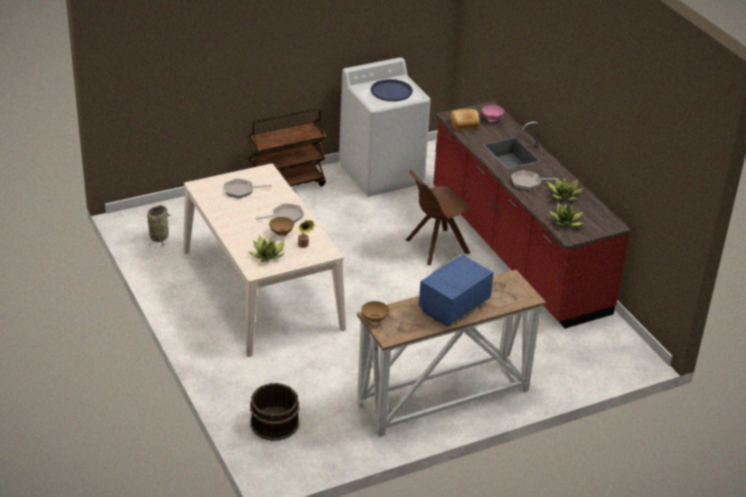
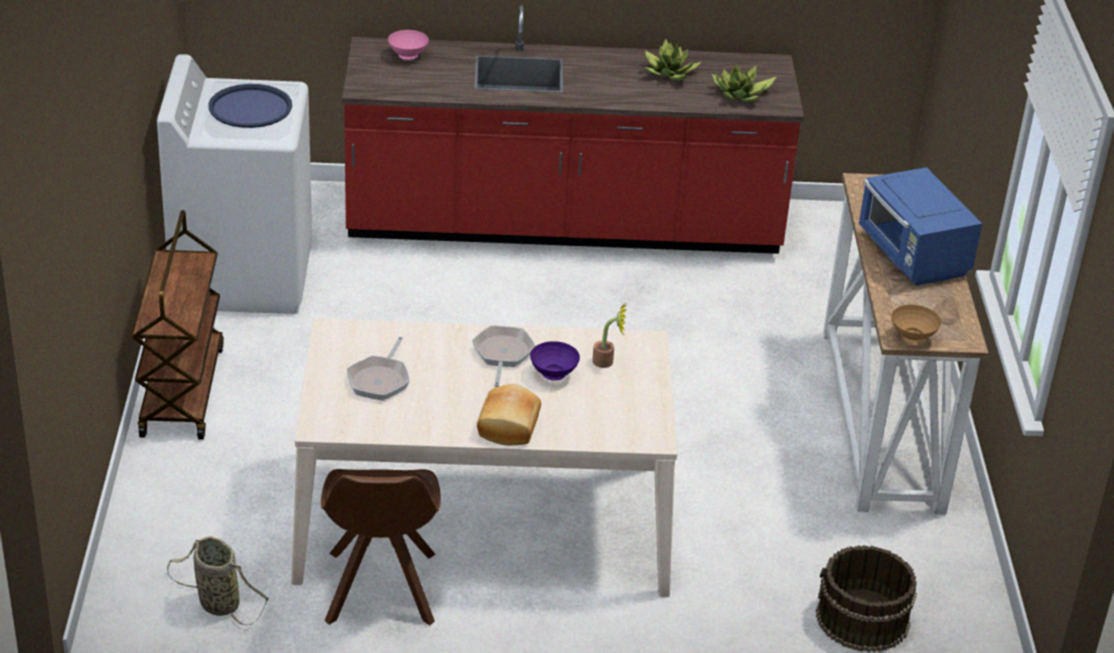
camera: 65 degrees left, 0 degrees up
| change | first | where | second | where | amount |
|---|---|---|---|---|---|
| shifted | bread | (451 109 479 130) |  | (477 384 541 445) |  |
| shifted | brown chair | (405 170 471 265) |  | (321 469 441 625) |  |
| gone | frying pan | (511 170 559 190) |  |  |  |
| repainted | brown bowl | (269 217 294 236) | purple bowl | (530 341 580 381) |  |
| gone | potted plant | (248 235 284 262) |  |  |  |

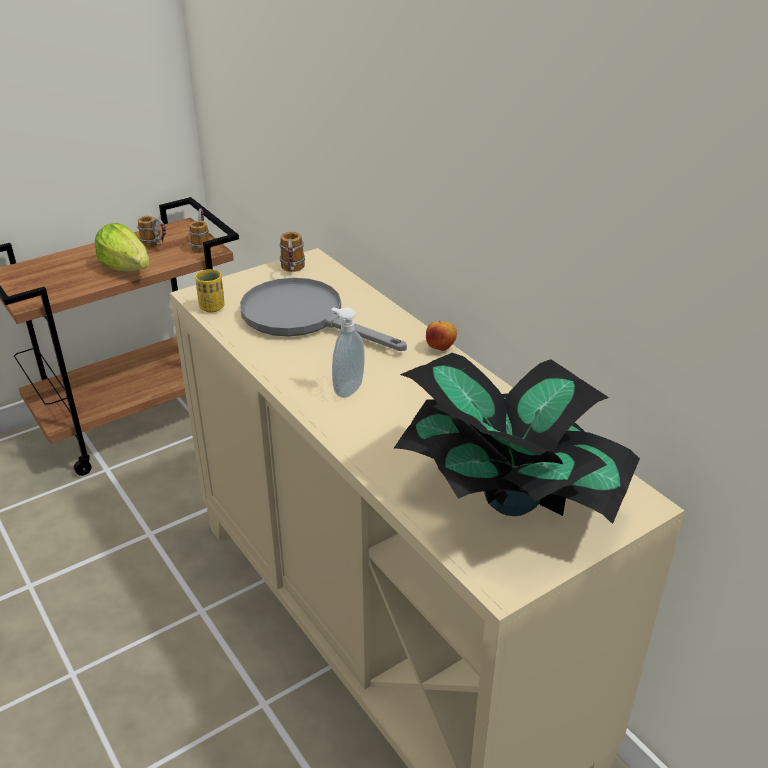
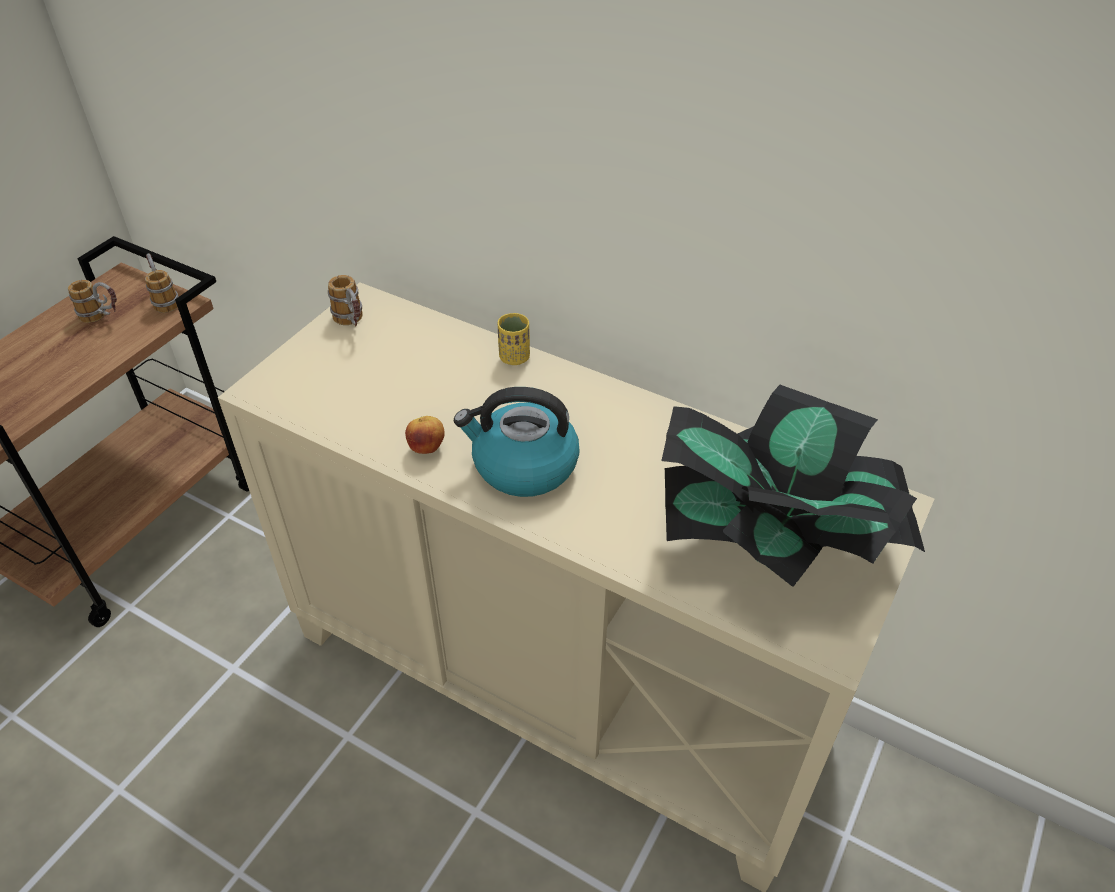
camera: 25 degrees left, 10 degrees up
| change | first | where | second | where | amount |
|---|---|---|---|---|---|
| gone | lettuce | (95 223 150 272) |  |  |  |
| shifted | yellow cup | (195 269 225 313) |  | (498 313 530 365) |  |
| gone | grey frying pan | (240 278 407 351) |  |  |  |
| swapped | soap dispenser | (331 307 365 398) | kettle | (454 387 580 497) |  |
| shifted | apple | (426 321 457 351) |  | (405 416 445 454) |  |

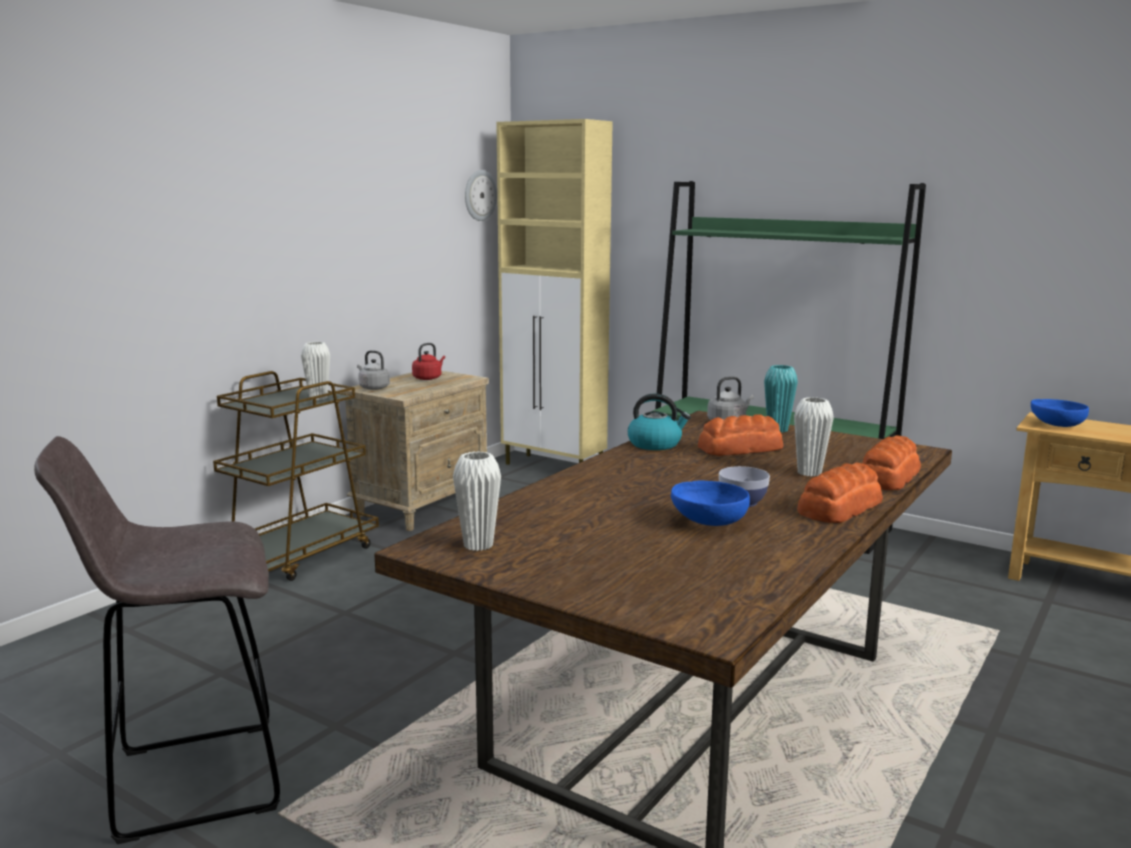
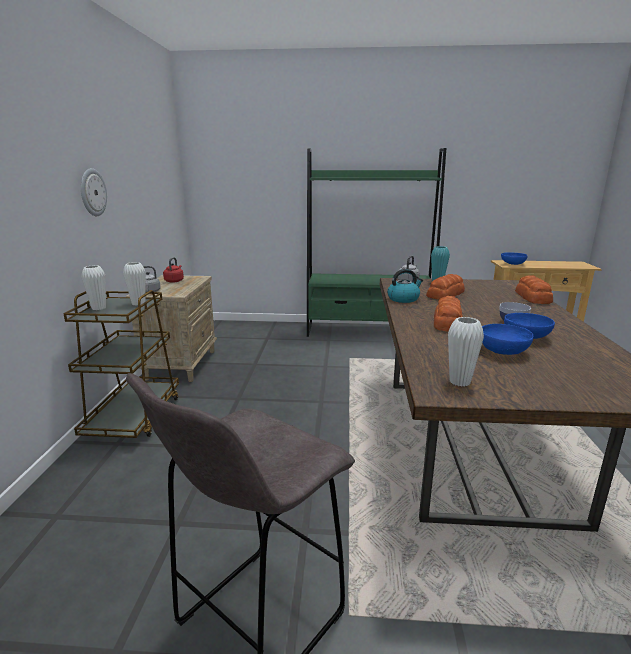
camera: 30 degrees left, 5 degrees up
| change | first | where | second | where | amount |
|---|---|---|---|---|---|
| gone | beige cabinet | (496 119 613 465) |  |  |  |
| shifted | wall clock | (465 170 497 221) |  | (81 168 107 216) |  |
| shifted | white vase | (794 397 834 477) |  | (81 265 106 310) |  |
| shifted | bread | (797 462 883 523) |  | (434 296 463 331) |  |
| new |  |  | blue bowl | (482 324 533 355) |  |

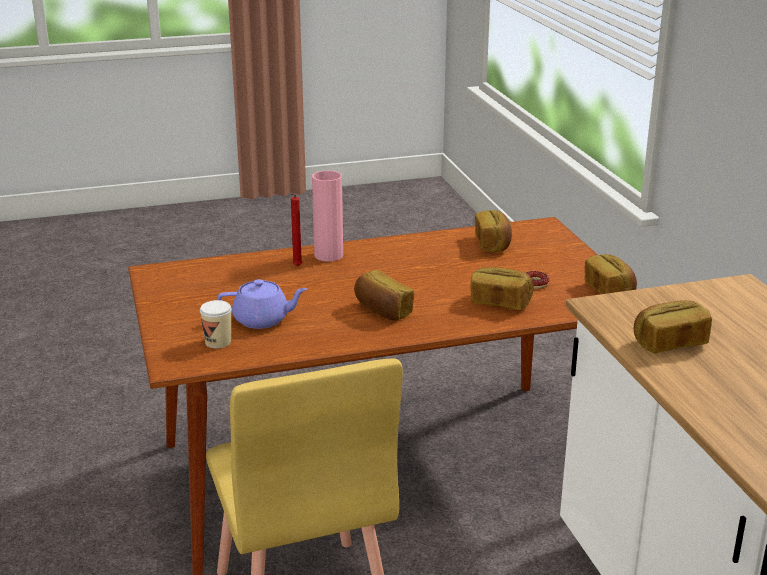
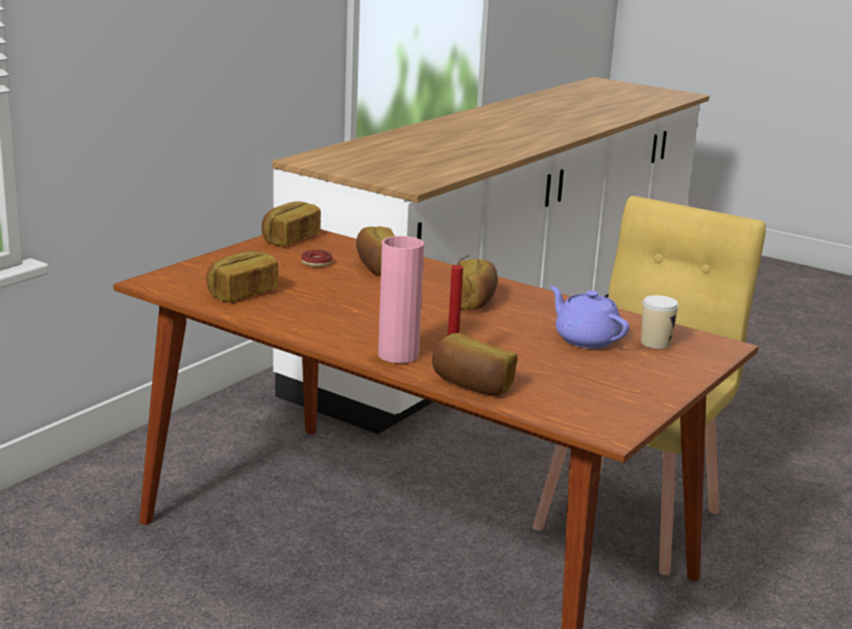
camera: 130 degrees left, 5 degrees down
| change | first | where | second | where | amount |
|---|---|---|---|---|---|
| shifted | bread | (634 300 712 354) |  | (432 333 517 396) |  |

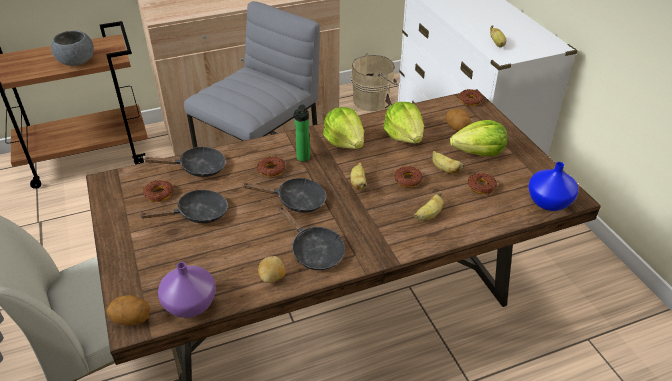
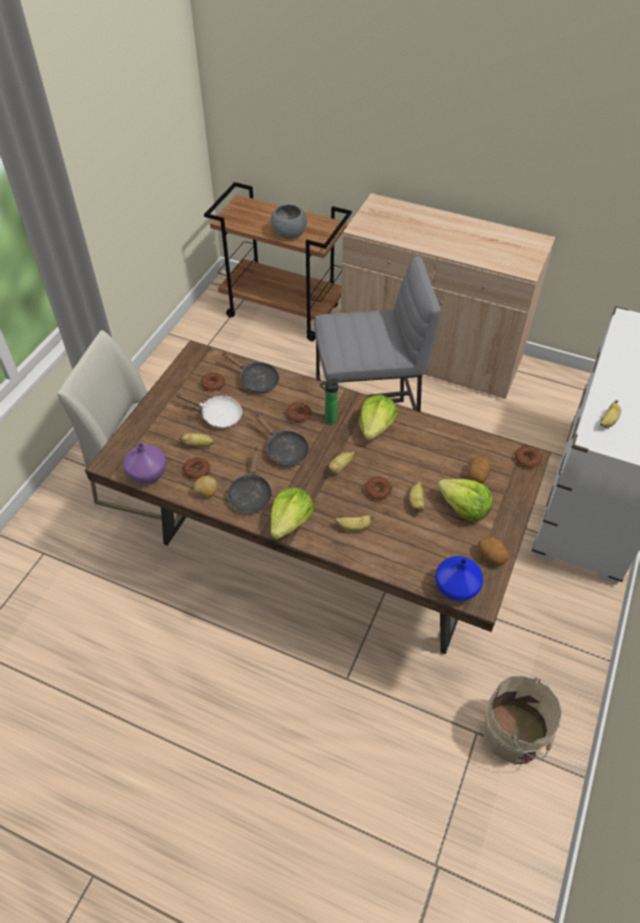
camera: 45 degrees right, 10 degrees up
| change | first | where | second | where | amount |
|---|---|---|---|---|---|
| shifted | beige bucket | (351 53 398 111) |  | (483 676 562 764) |  |
| shifted | lettuce | (383 102 424 143) |  | (271 487 314 539) |  |
| shifted | donut | (467 173 497 194) |  | (183 457 210 479) |  |
| repainted | black frying pan | (139 190 228 223) | white frying pan | (175 393 242 429) |  |
| shifted | potato | (107 295 150 325) |  | (478 537 509 566) |  |
| new |  |  | banana | (179 433 214 447) |  |

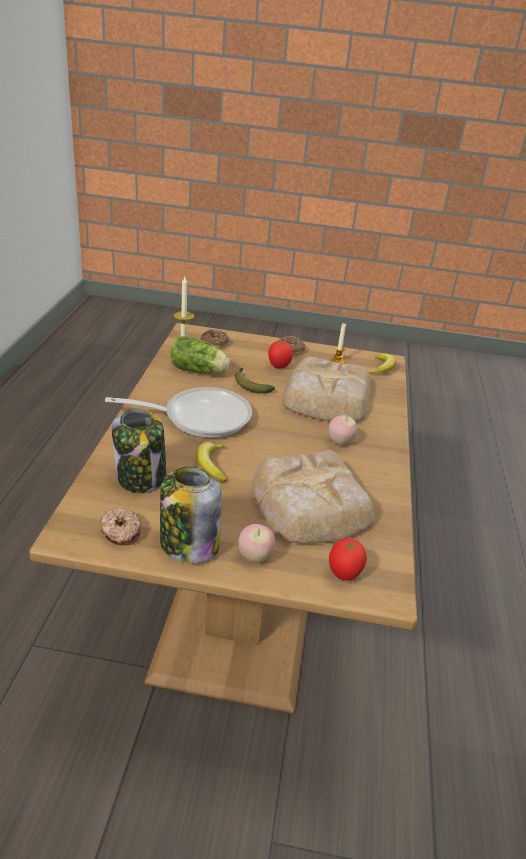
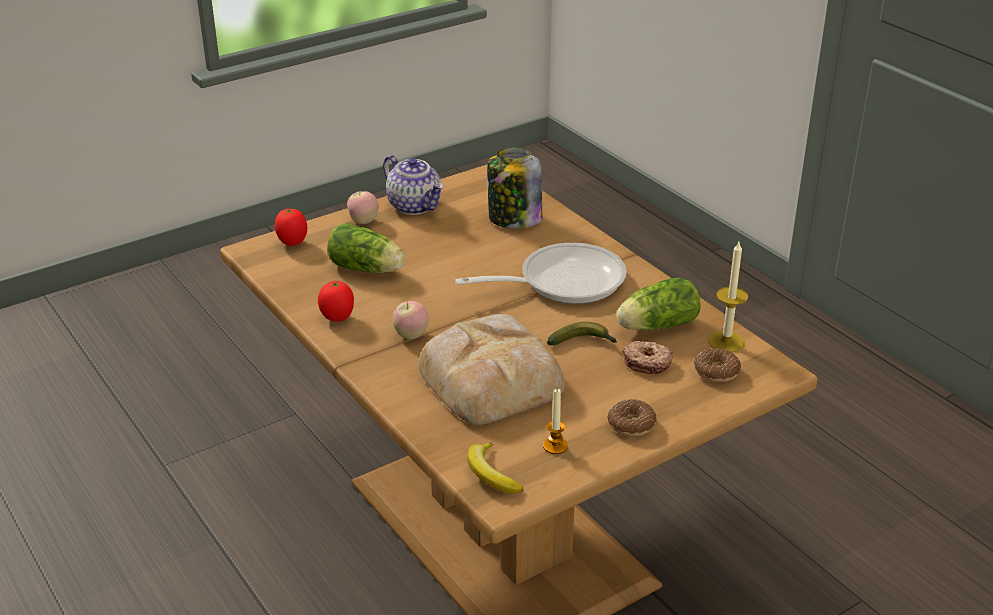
camera: 140 degrees right, 0 degrees up
| change | first | where | second | where | amount |
|---|---|---|---|---|---|
| shifted | tomato | (268 341 293 368) |  | (318 280 354 322) |  |
| rotated | frying pan | (105 387 252 438) |  | (455 243 627 304) | 150 degrees counterclockwise |
| gone | banana | (196 442 227 482) |  |  |  |
| swapped | bread | (252 450 375 543) | lettuce | (327 223 405 273) |  |
| swapped | jar | (160 467 222 563) | teapot | (383 155 444 215) |  |
| shifted | donut | (101 508 141 546) |  | (622 341 673 374) |  |

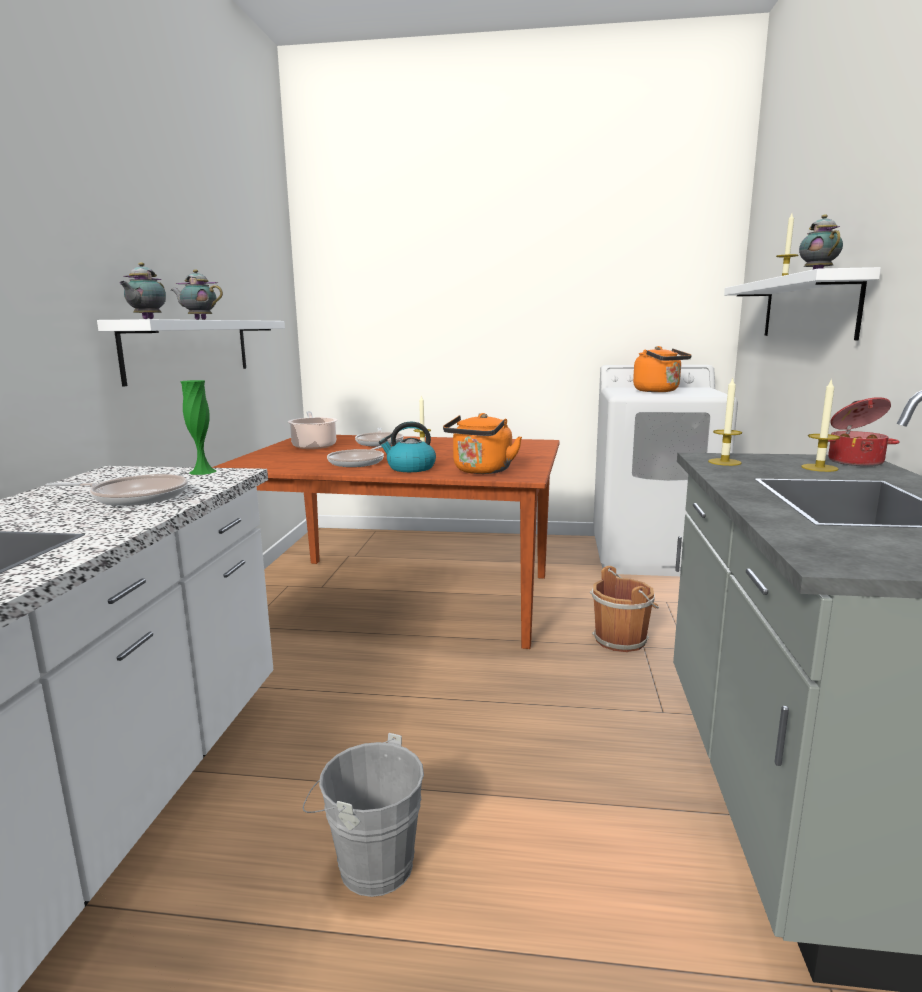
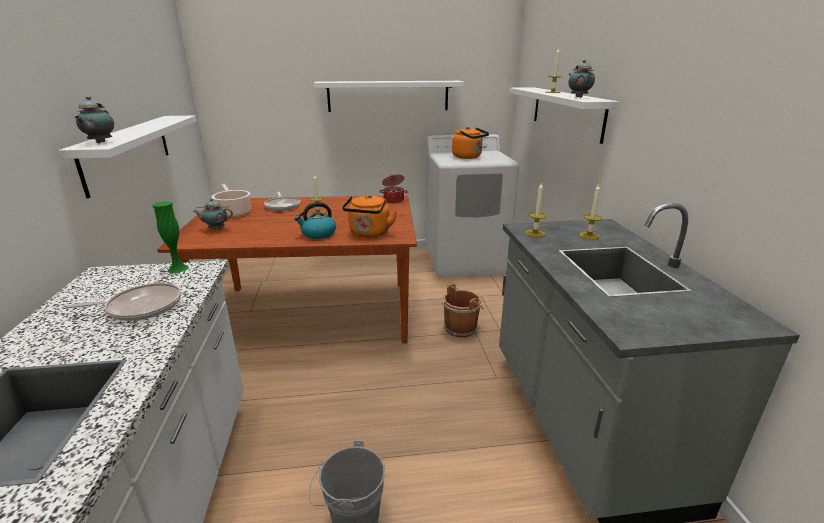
camera: 15 degrees left, 10 degrees up
| change | first | where | second | where | amount |
|---|---|---|---|---|---|
| shifted | teapot | (171 269 223 320) |  | (193 198 233 230) |  |
| shifted | cooking pot | (828 397 900 466) |  | (379 175 409 203) |  |
| gone | frying pan | (327 446 384 467) |  |  |  |
| new |  |  | white shelf | (314 81 464 112) |  |

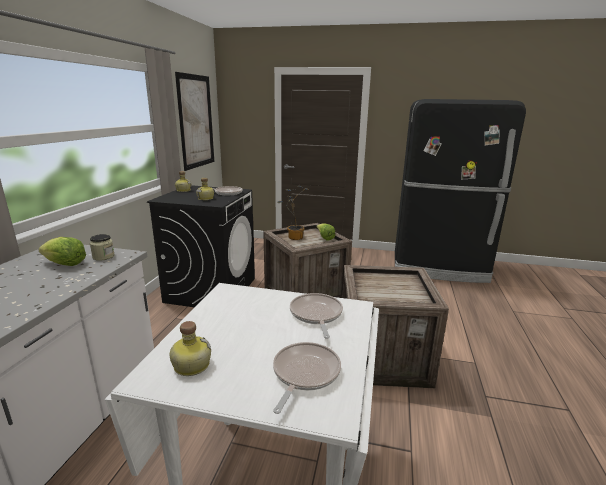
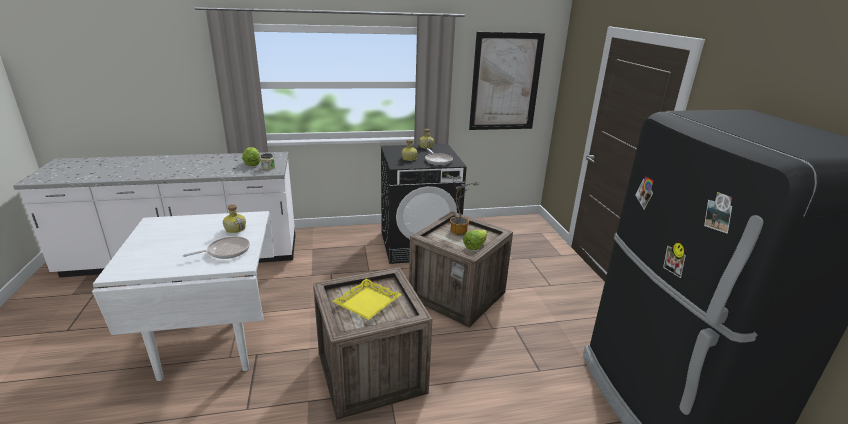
camera: 65 degrees right, 5 degrees up
| change | first | where | second | where | amount |
|---|---|---|---|---|---|
| shifted | bottle | (170 321 211 376) |  | (223 204 246 233) |  |
| gone | frying pan | (273 342 341 414) |  |  |  |
| new |  |  | yellow tray | (332 278 401 320) |  |

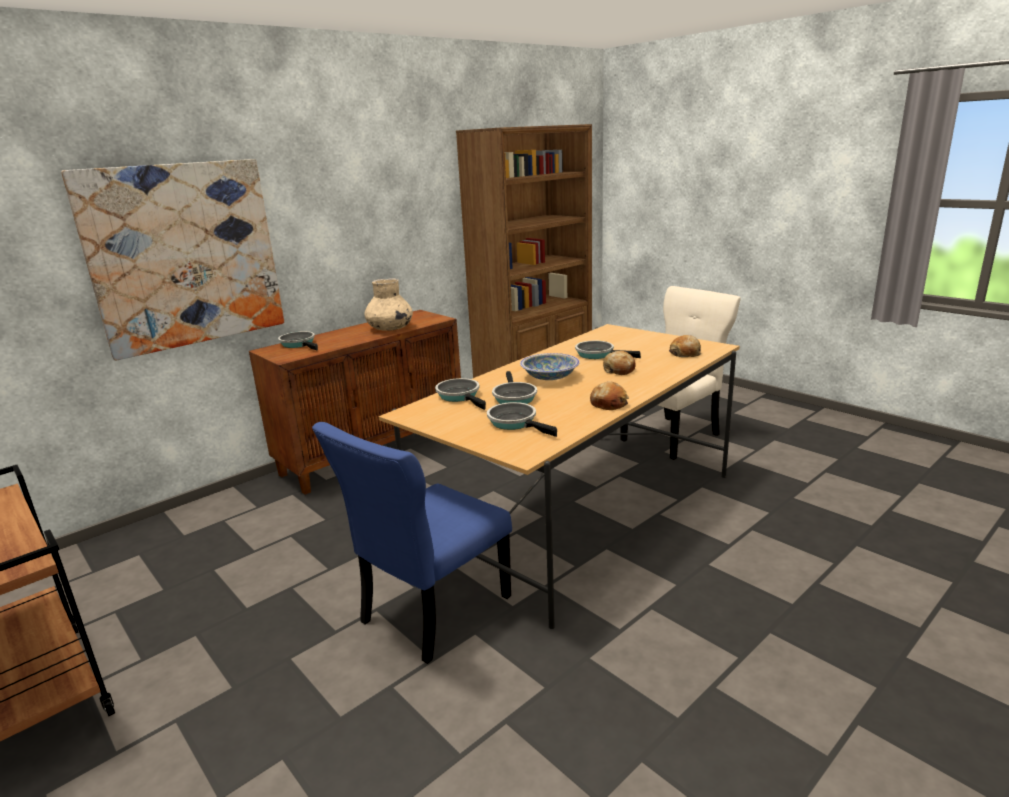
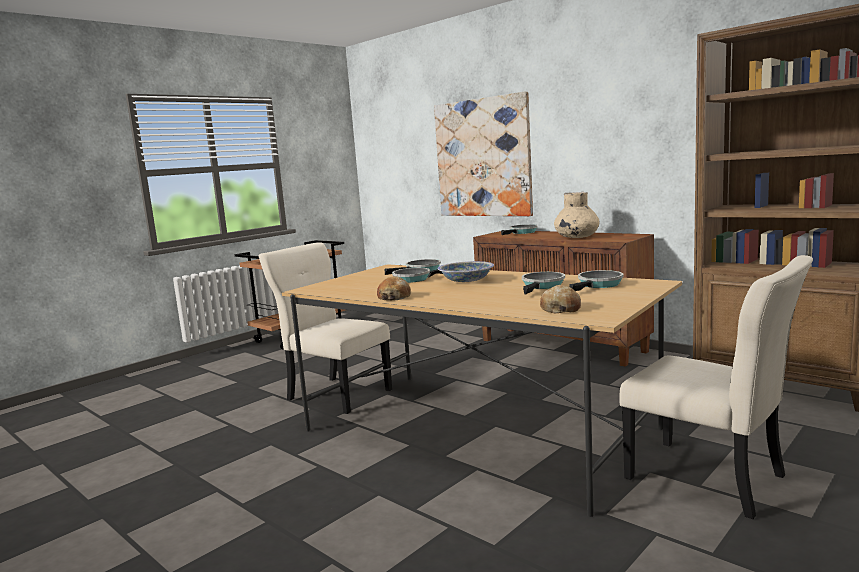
camera: 85 degrees right, 10 degrees down
| change | first | where | second | where | amount |
|---|---|---|---|---|---|
| gone | bread | (603 351 636 375) |  |  |  |
| shifted | frying pan | (487 402 557 437) |  | (569 270 624 291) |  |
| repainted | blue chair | (312 422 512 664) | beige chair | (258 243 392 414) |  |

